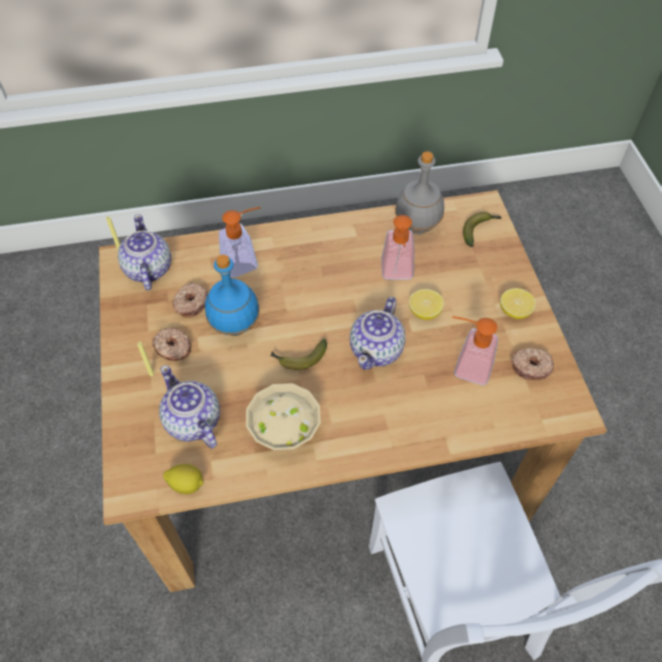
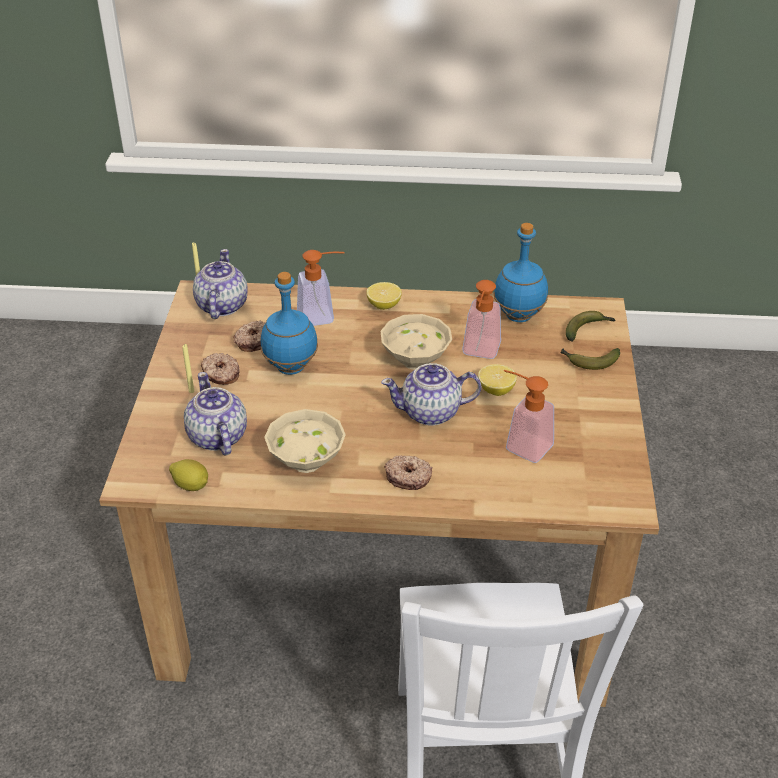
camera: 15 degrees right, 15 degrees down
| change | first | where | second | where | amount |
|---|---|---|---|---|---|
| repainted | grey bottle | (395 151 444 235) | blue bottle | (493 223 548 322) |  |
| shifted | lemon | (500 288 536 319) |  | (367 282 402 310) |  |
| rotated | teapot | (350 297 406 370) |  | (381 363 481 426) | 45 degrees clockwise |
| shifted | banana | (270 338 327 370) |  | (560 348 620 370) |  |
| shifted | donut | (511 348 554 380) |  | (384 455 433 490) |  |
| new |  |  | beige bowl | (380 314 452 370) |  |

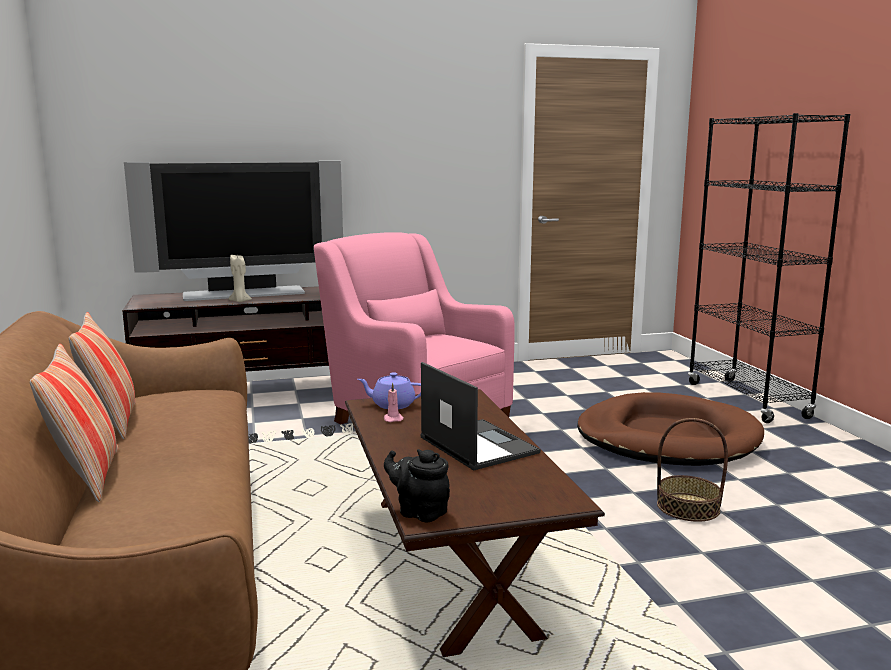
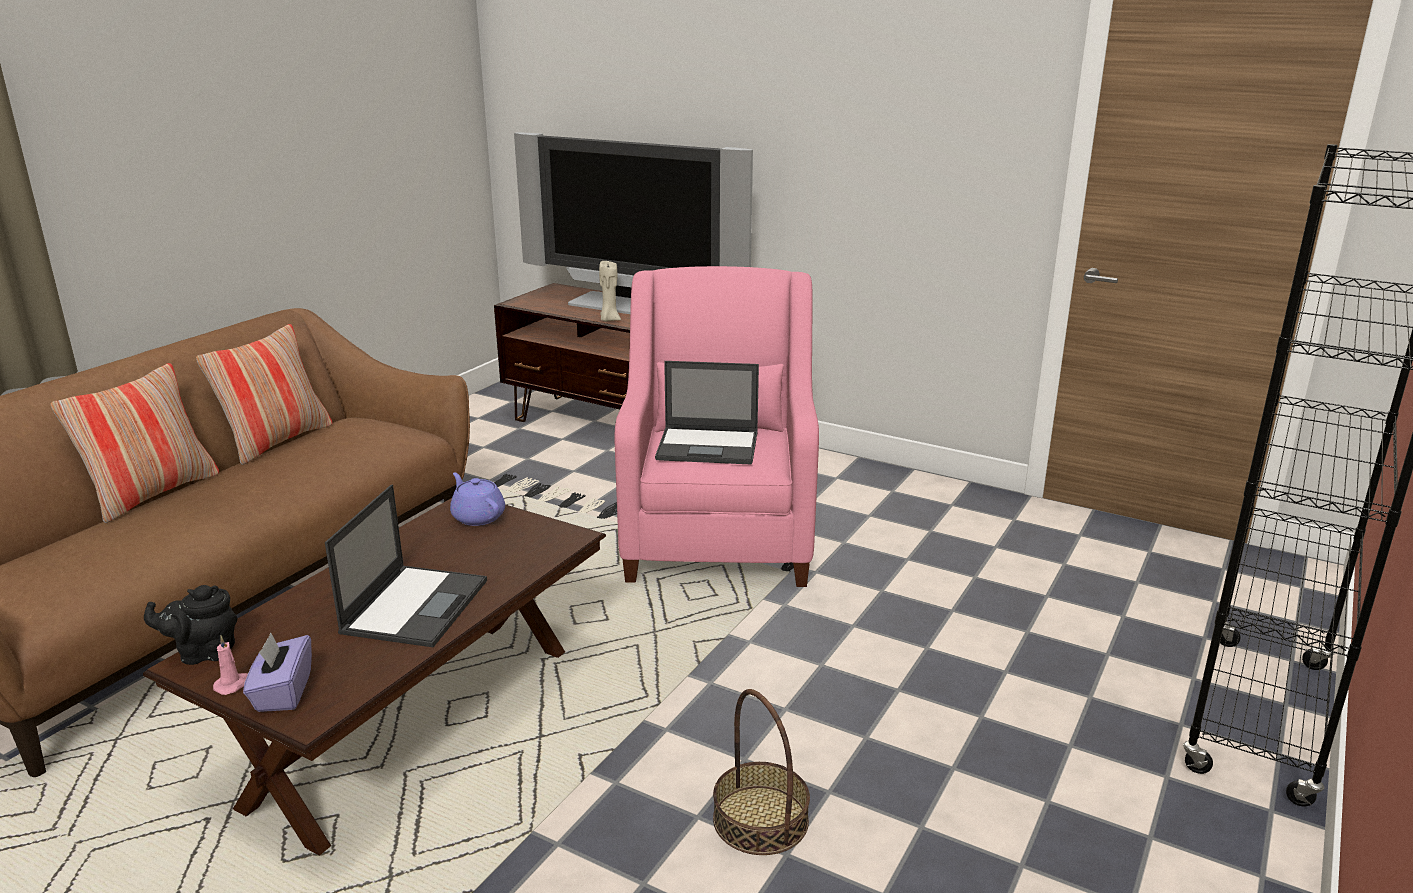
camera: 45 degrees right, 10 degrees up
| change | first | where | second | where | amount |
|---|---|---|---|---|---|
| shifted | pink candle | (384 383 404 422) |  | (213 635 248 695) |  |
| gone | brown dog bed | (577 392 764 466) |  |  |  |
| rotated | black teapot | (384 449 450 522) |  | (144 585 237 665) | 90 degrees counterclockwise |
| new |  |  | laptop | (655 361 759 465) |  |
| new |  |  | purple tissue box | (243 633 312 712) |  |

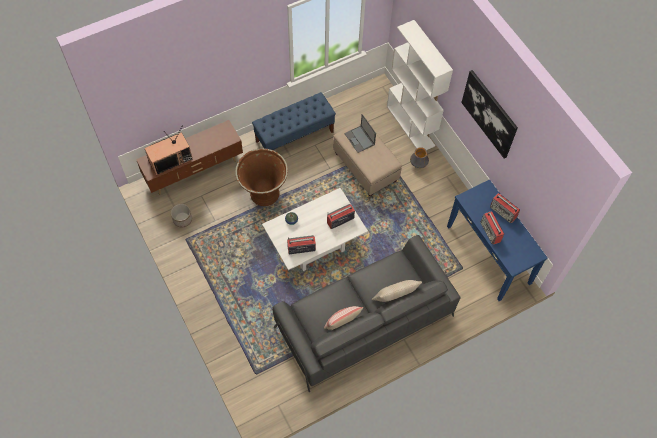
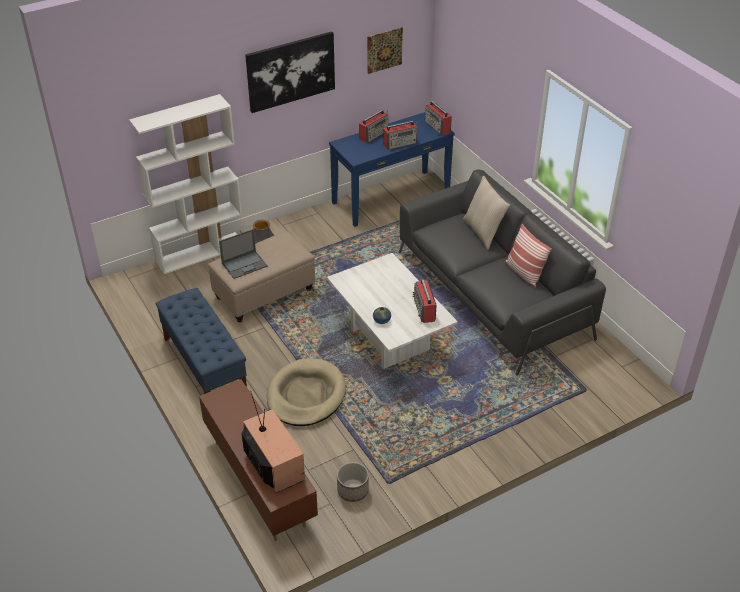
camera: 90 degrees left, 20 degrees down
| change | first | where | second | where | amount |
|---|---|---|---|---|---|
| swapped | brown planter | (235 148 288 206) | beige dog bed | (267 358 346 426) |  |
| shifted | radio | (327 204 355 229) |  | (424 101 452 135) |  |
| new |  |  | picture | (367 27 403 74) |  |

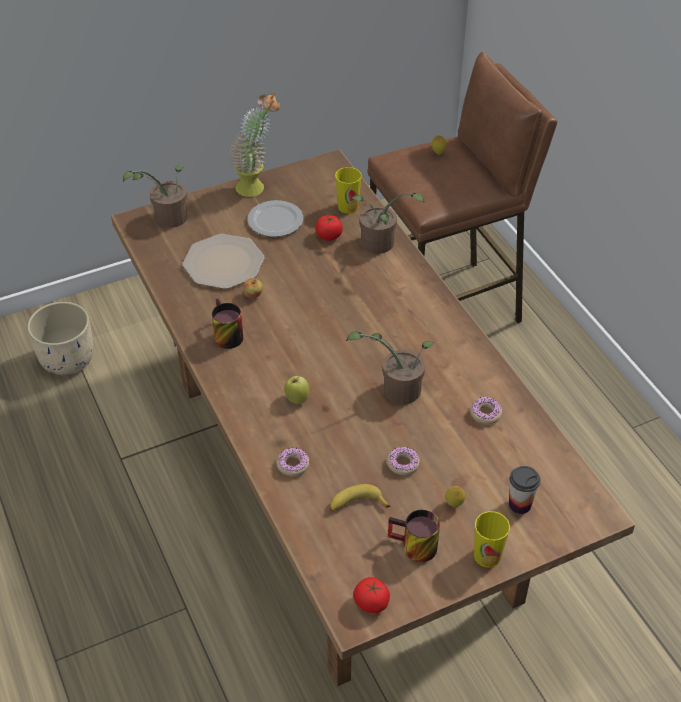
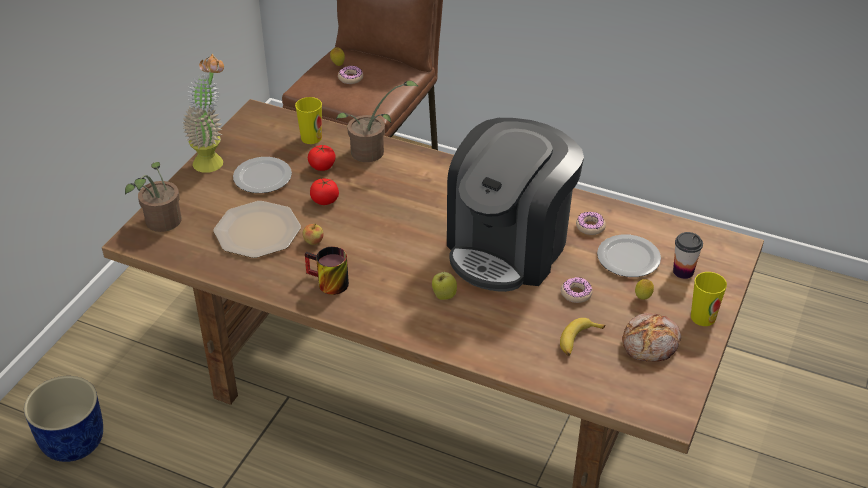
camera: 40 degrees left, 5 degrees down
| change | first | where | second | where | amount |
|---|---|---|---|---|---|
| repainted | beige planter | (27 302 93 375) | blue planter | (24 376 103 462) |  |
| swapped | potted plant | (346 331 434 404) | coffee machine | (447 118 584 292) |  |
| shifted | donut | (276 448 309 476) |  | (338 65 363 84) |  |
| swapped | mug | (388 509 440 562) | bread | (622 313 681 362) |  |
| shifted | tomato | (353 577 390 613) |  | (310 179 339 205) |  |
| new |  |  | plate | (597 234 661 277) |  |

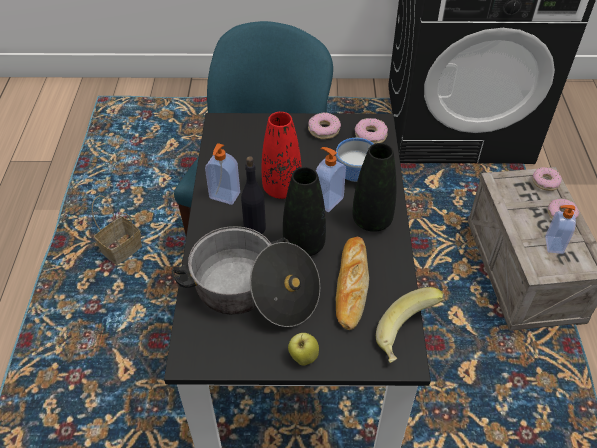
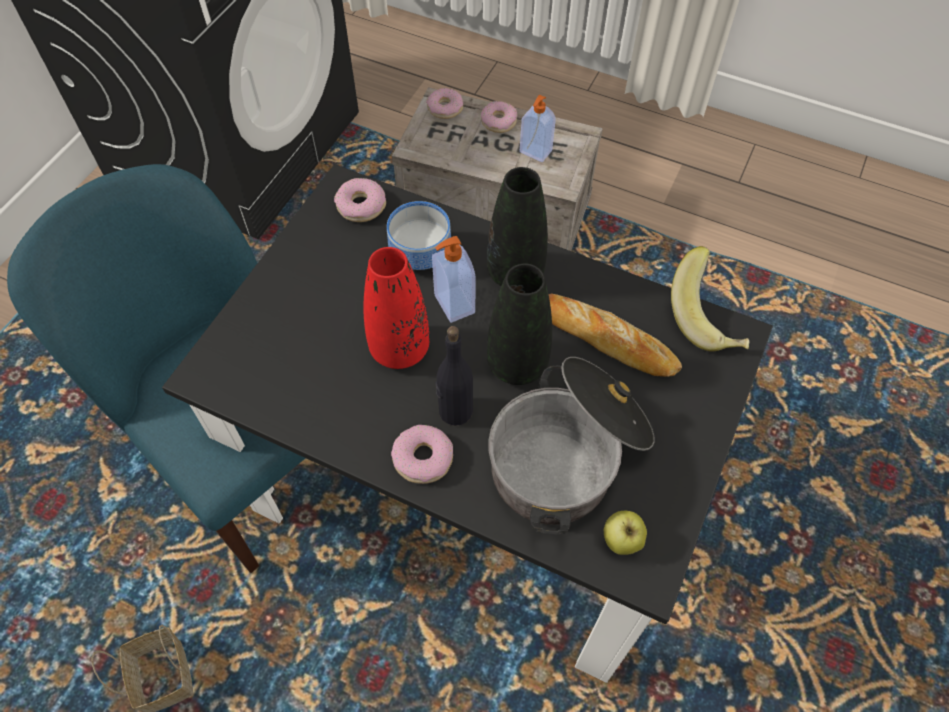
camera: 65 degrees left, 10 degrees up
| change | first | where | second | where | amount |
|---|---|---|---|---|---|
| shifted | donut | (308 112 341 139) |  | (391 425 453 484) |  |
| gone | soap dispenser | (205 143 240 205) |  |  |  |
| shifted | apple | (288 333 319 366) |  | (604 511 647 555) |  |

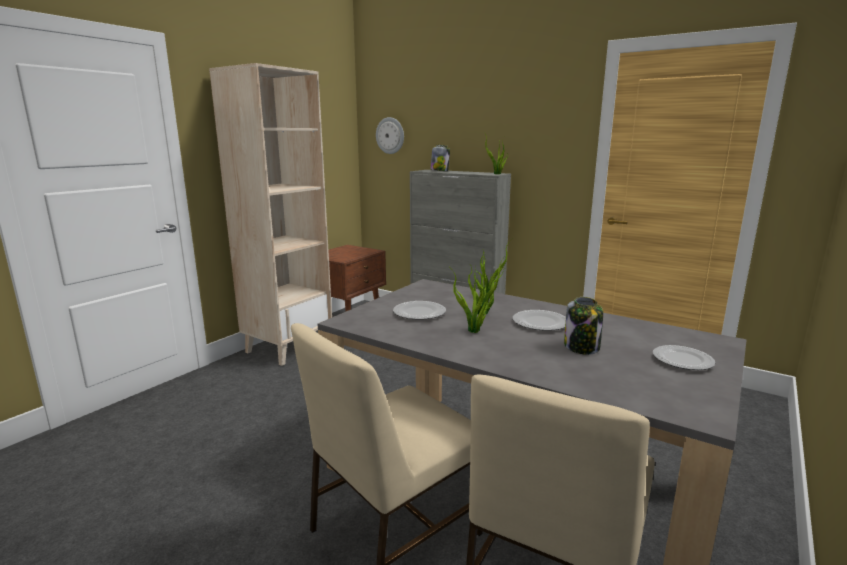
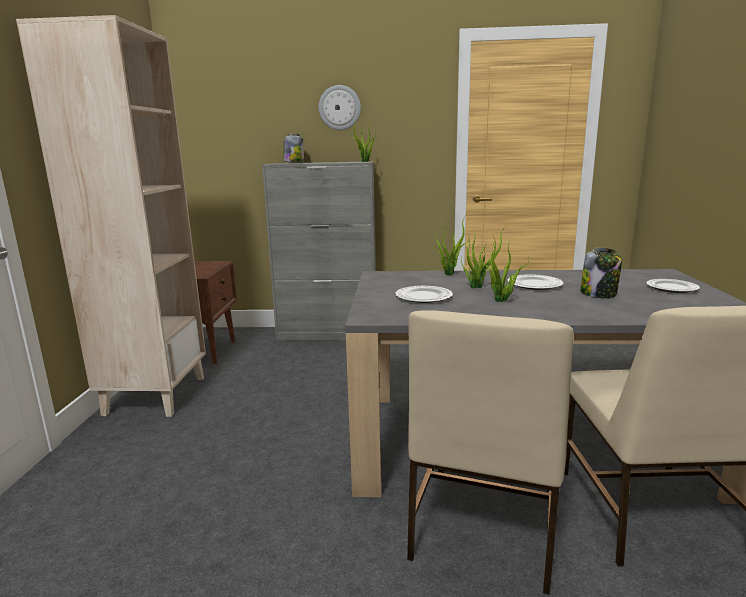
camera: 30 degrees left, 0 degrees up
| change | first | where | second | where | amount |
|---|---|---|---|---|---|
| shifted | wall clock | (376 117 404 154) |  | (319 85 361 130) |  |

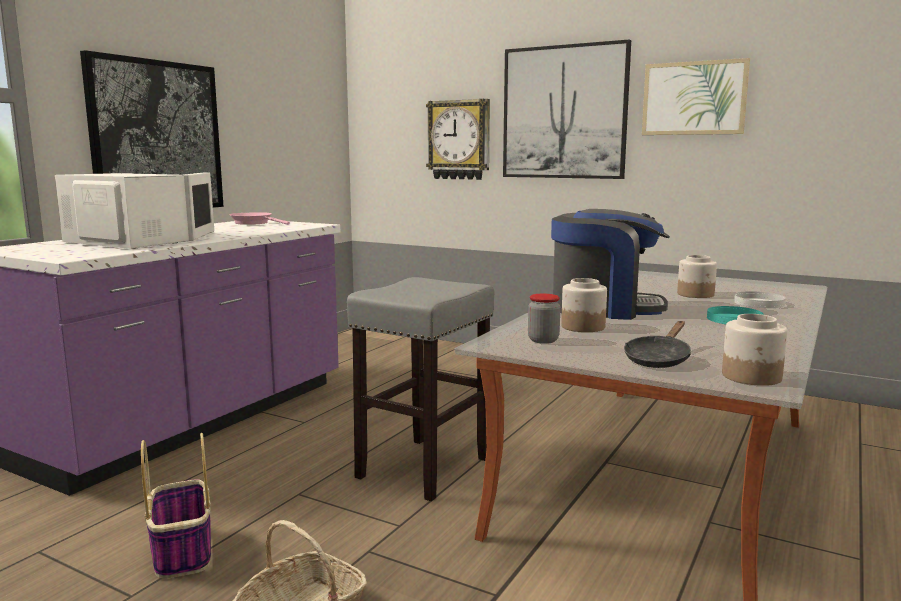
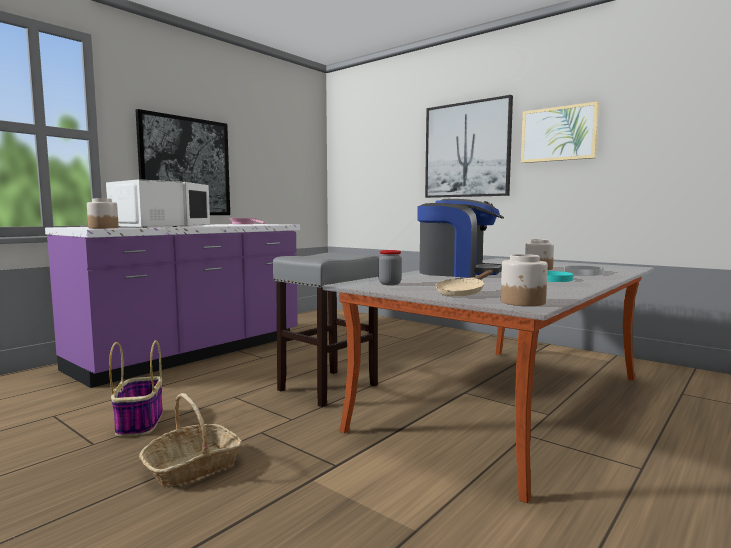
camera: 10 degrees right, 5 degrees down
| change | first | where | second | where | amount |
|---|---|---|---|---|---|
| gone | wall clock | (426 99 490 180) |  |  |  |
| shifted | jar | (561 278 607 332) |  | (87 198 119 229) |  |
| repainted | black frying pan | (624 321 691 368) | beige frying pan | (435 270 493 297) |  |

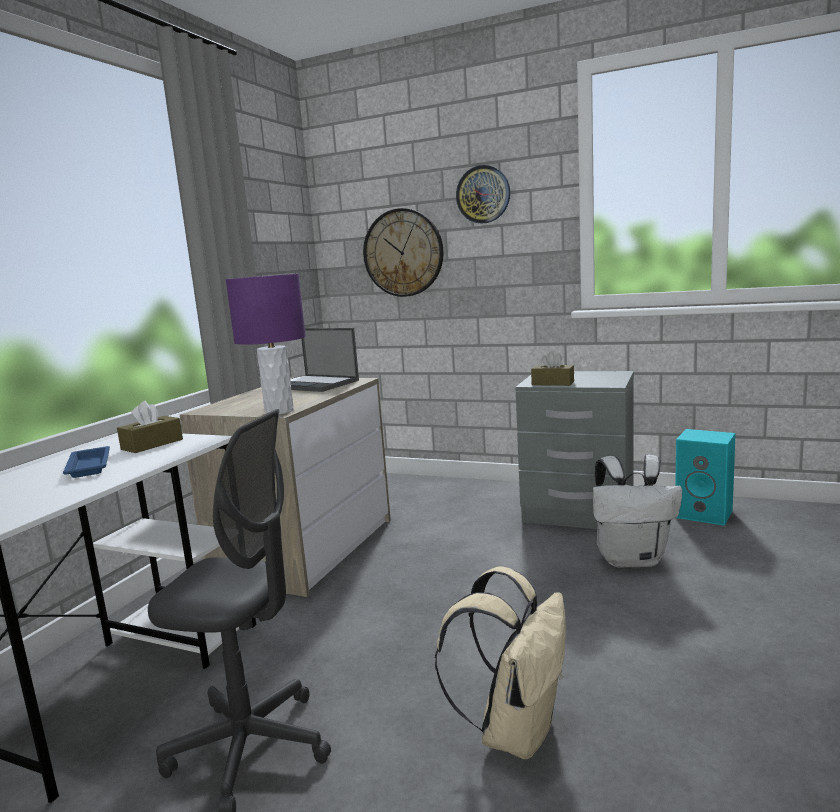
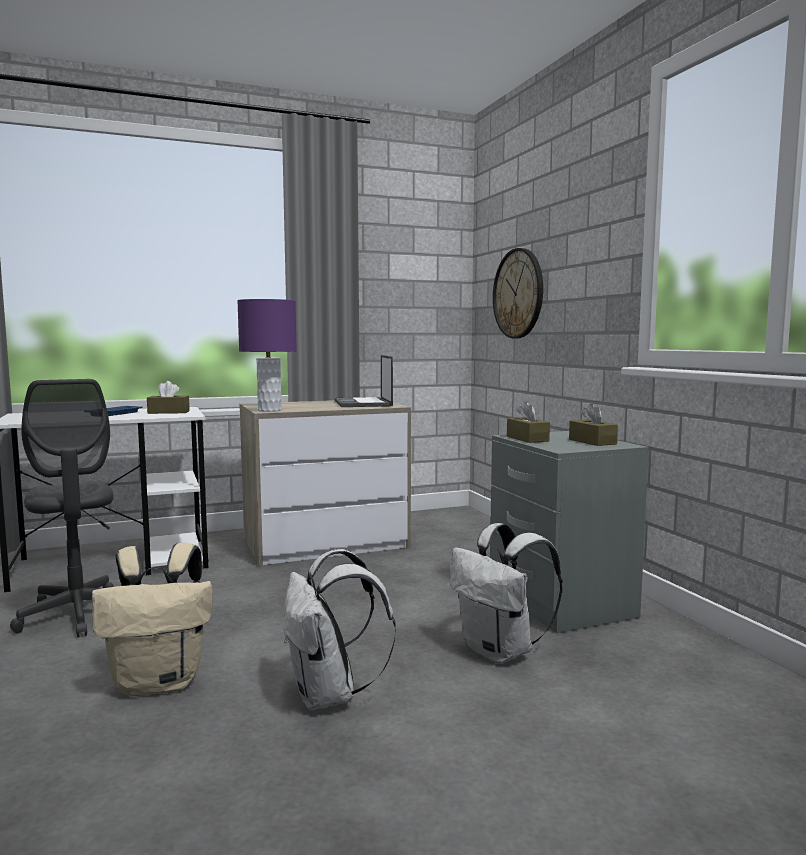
camera: 45 degrees right, 5 degrees down
| change | first | where | second | where | amount |
|---|---|---|---|---|---|
| gone | wall clock | (456 165 510 224) |  |  |  |
| gone | turquoise speaker | (675 429 736 526) |  |  |  |
| new |  |  | brown tissue box | (569 403 618 446) |  |
| new |  |  | white backpack | (283 549 396 711) |  |

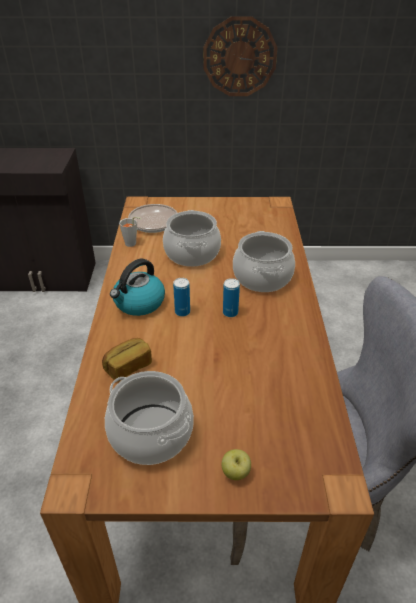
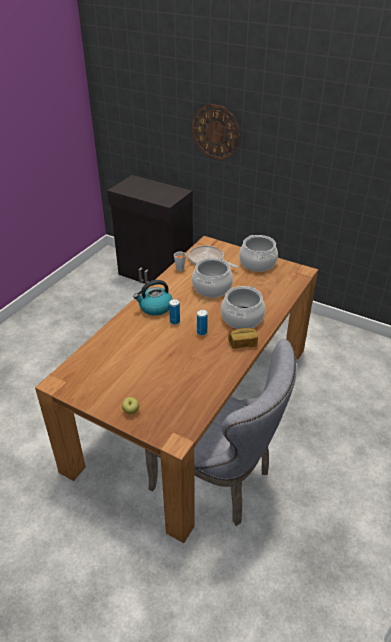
camera: 30 degrees right, 0 degrees up
| change | first | where | second | where | amount |
|---|---|---|---|---|---|
| shifted | wall clock | (203 16 277 96) |  | (192 104 240 160) |  |
| shifted | bread | (102 338 152 381) |  | (228 328 258 349) |  |
| shifted | cooking pot | (105 371 194 465) |  | (239 235 278 272) |  |

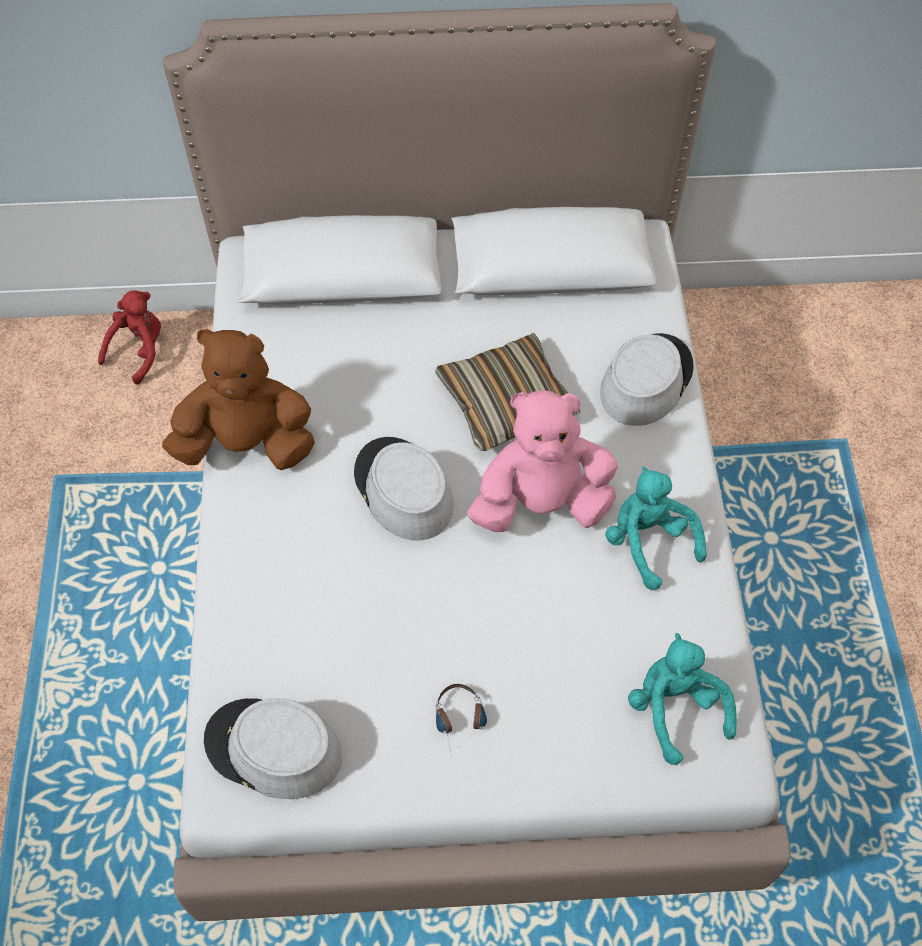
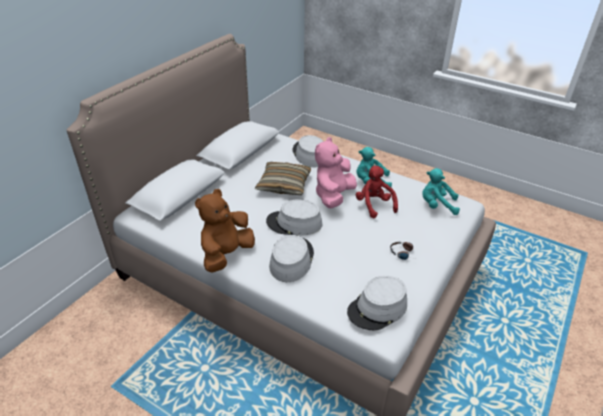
camera: 55 degrees left, 20 degrees down
| change | first | where | second | where | amount |
|---|---|---|---|---|---|
| shifted | red plush toy | (98 290 161 385) |  | (356 165 398 218) |  |
| new |  |  | grey hat | (269 235 314 282) |  |

